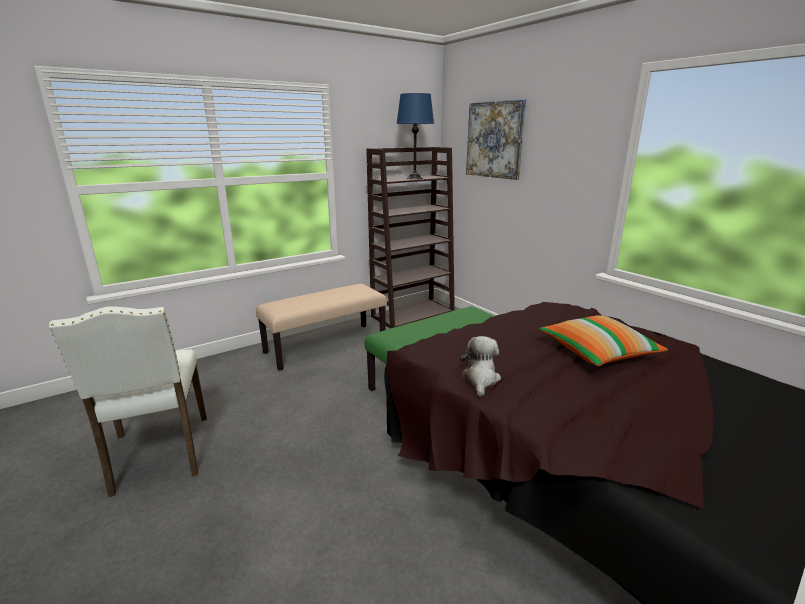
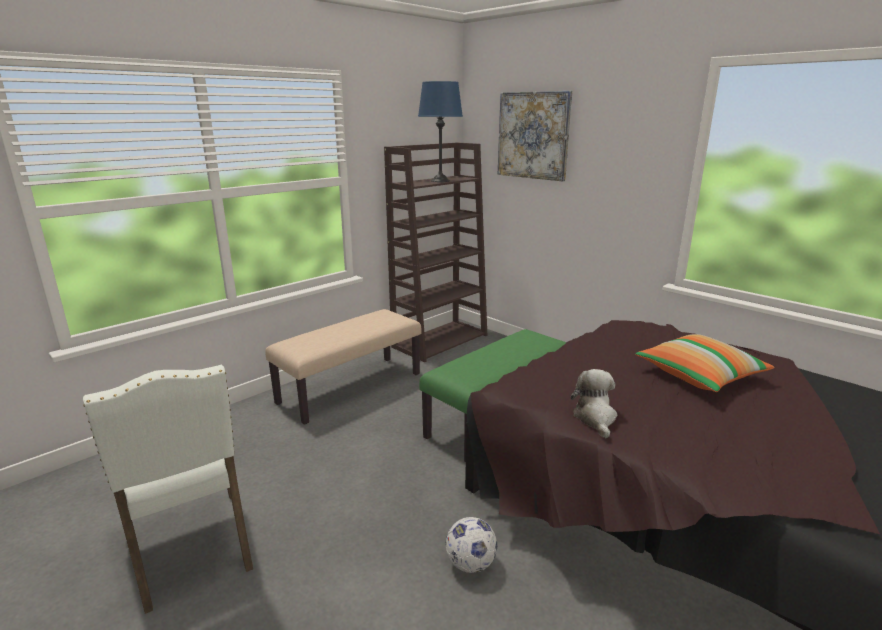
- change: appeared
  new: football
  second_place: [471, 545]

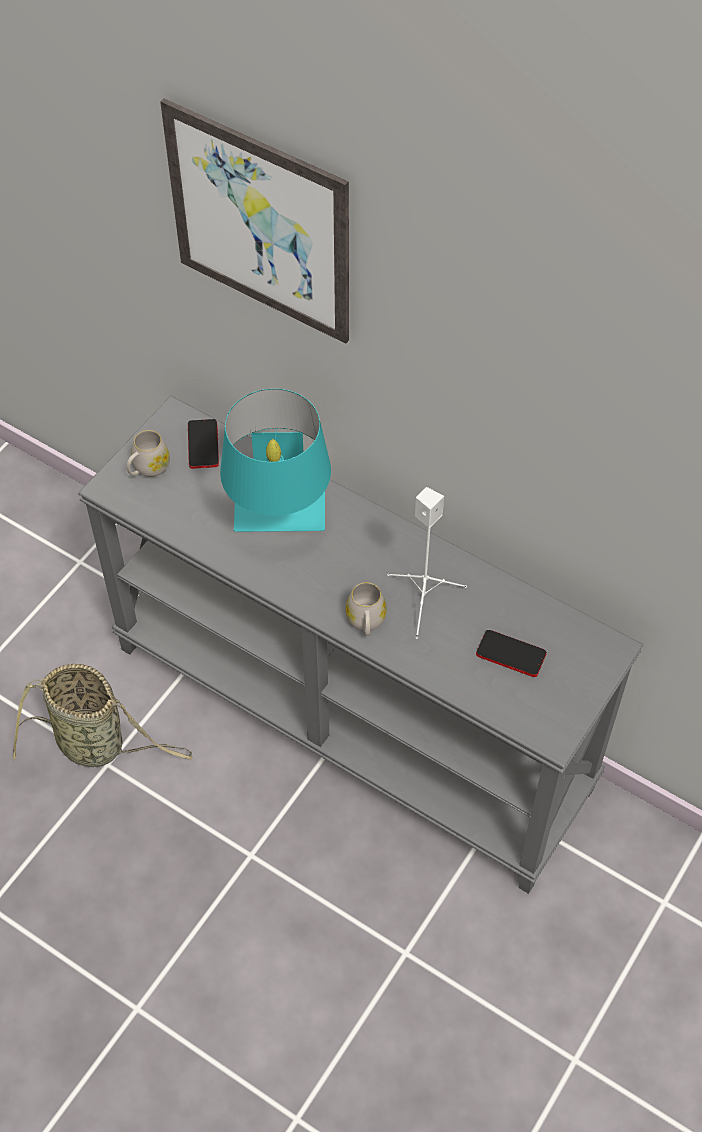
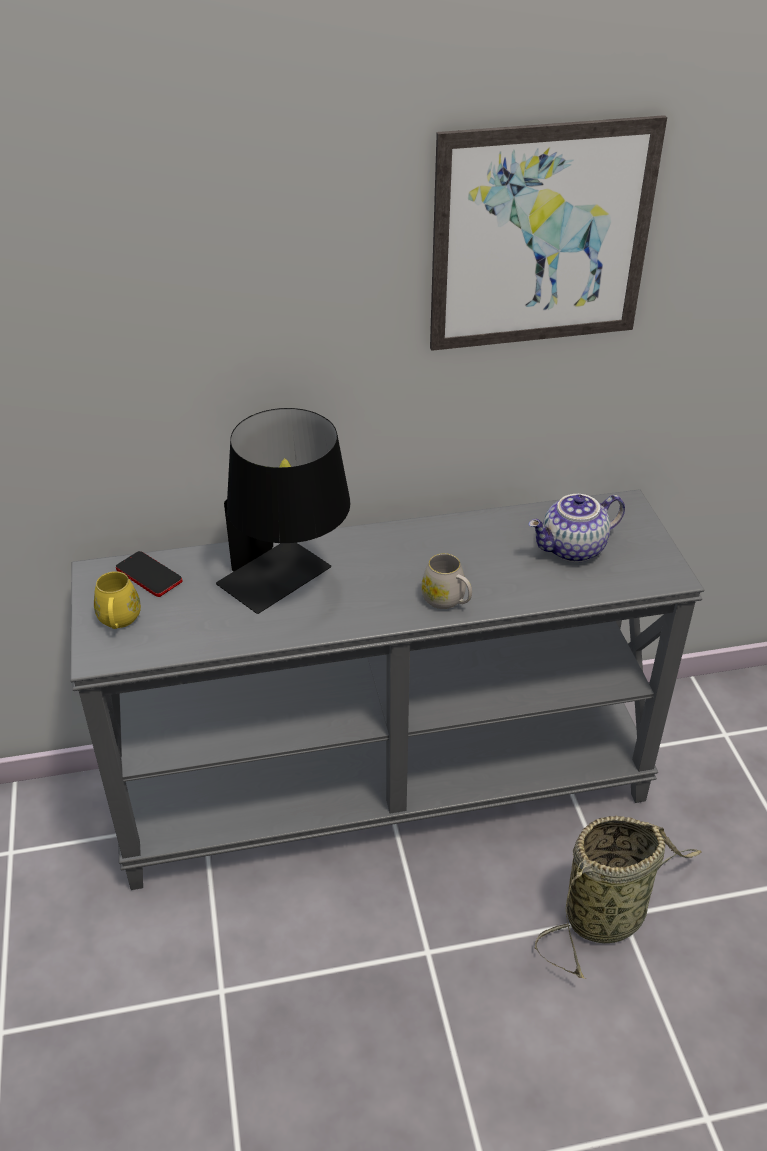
- change: relocated
  old: picture
  first_place: [254, 221]
  second_place: [548, 233]
- change: colour
  old: turquoise-coloured_lamp_for_a_table
  new: blackish_lamp_for_a_table
  first_place: [275, 460]
  second_place: [283, 511]
- change: colour
  old: white-coloured_tea_mug
  new: yellowish_tea_mug
  first_place: [148, 453]
  second_place: [117, 600]
- change: missing
  old: white-coloured_speaker
  first_place: [427, 563]
- change: exchanged
  old: phone
  new: teapot
  first_place: [511, 653]
  second_place: [576, 528]
- change: relocated
  old: storage_basket
  first_place: [102, 715]
  second_place: [618, 897]

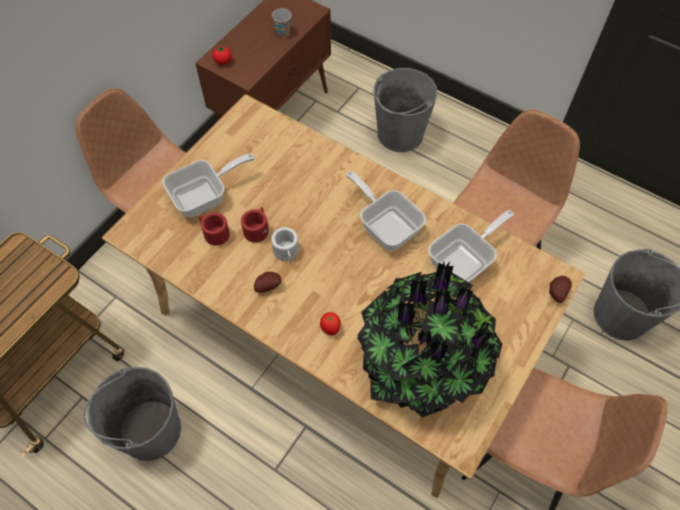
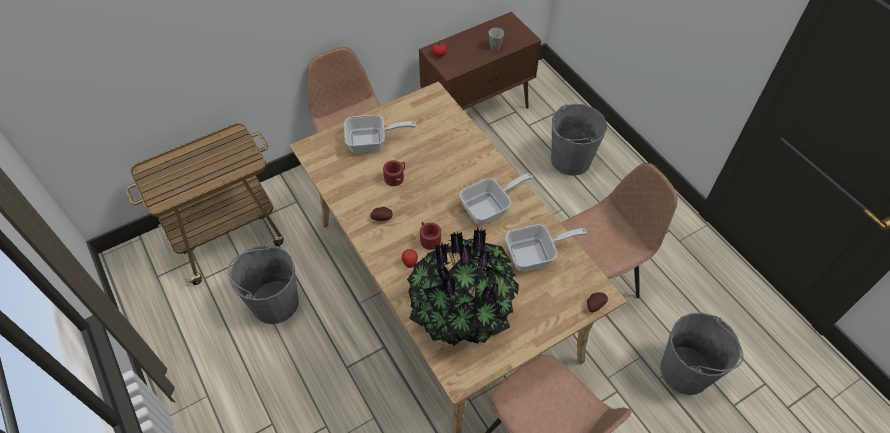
- change: spun
  old: pan
  first_place: [386, 211]
  second_place: [496, 199]
  degrees: 75
- change: relocated
  old: reddish_tea_mug
  first_place: [214, 229]
  second_place: [430, 236]
- change: missing
  old: white-coloured_tea_mug
  first_place: [285, 245]

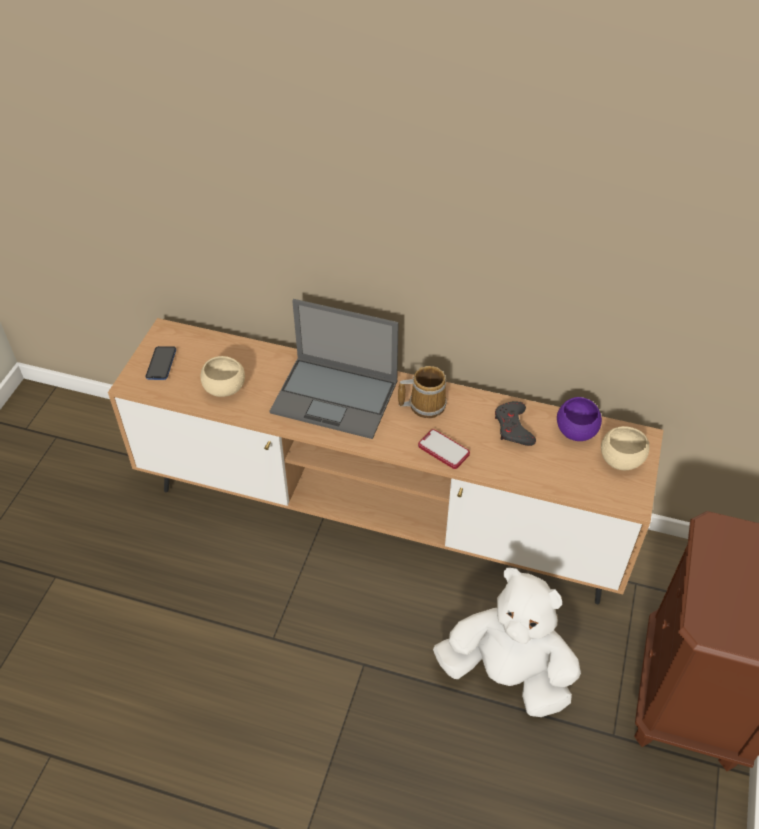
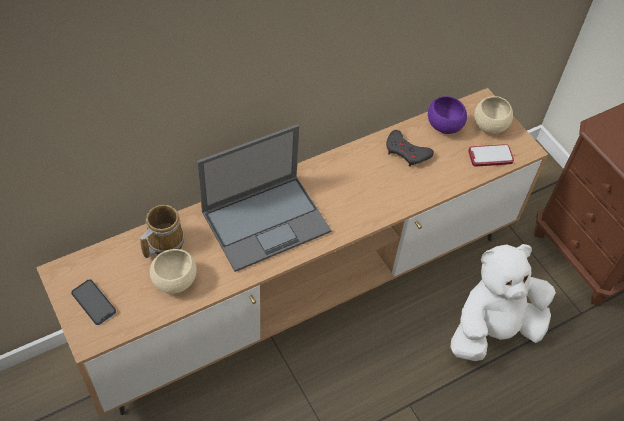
- change: relocated
  old: tea_mug
  first_place: [422, 392]
  second_place: [162, 232]
- change: relocated
  old: phone
  first_place: [444, 449]
  second_place: [491, 155]

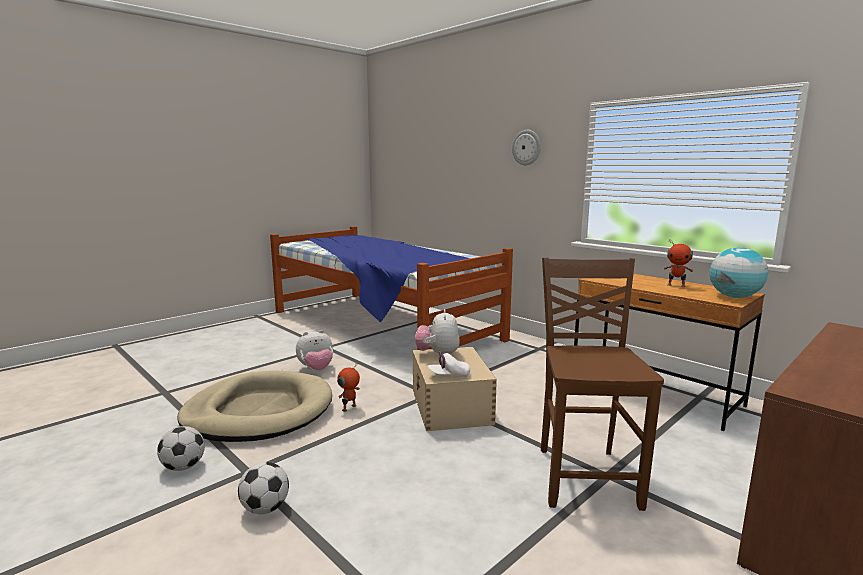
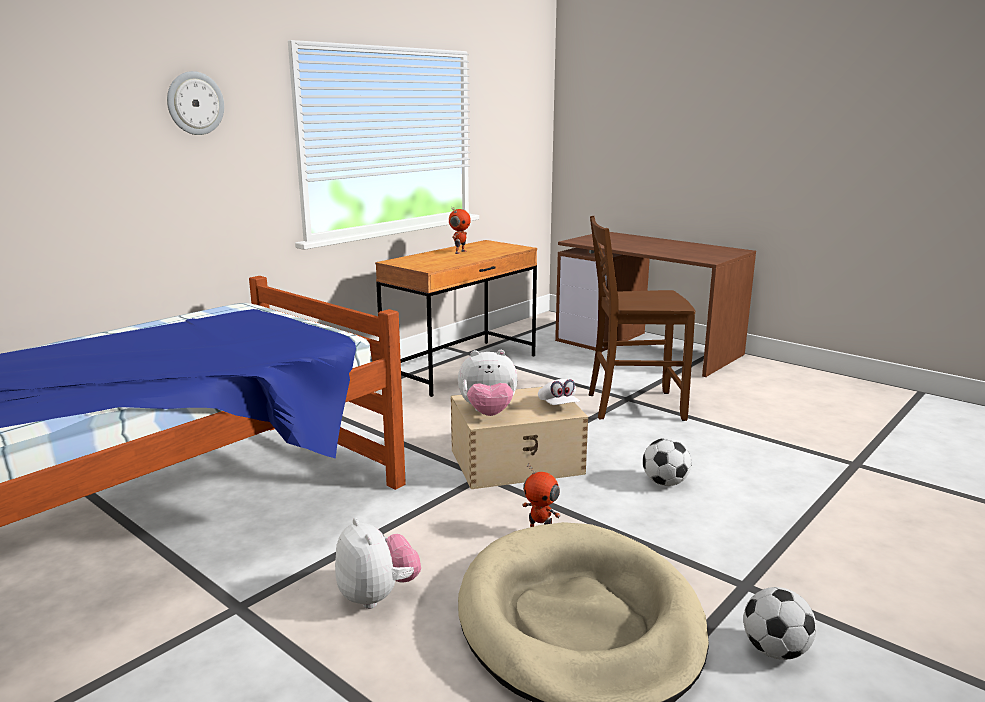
- change: missing
  old: globe
  first_place: [738, 272]
- change: relocated
  old: football
  first_place: [263, 488]
  second_place: [667, 462]

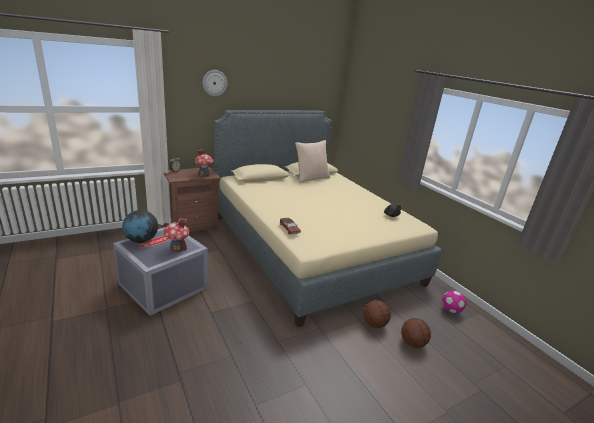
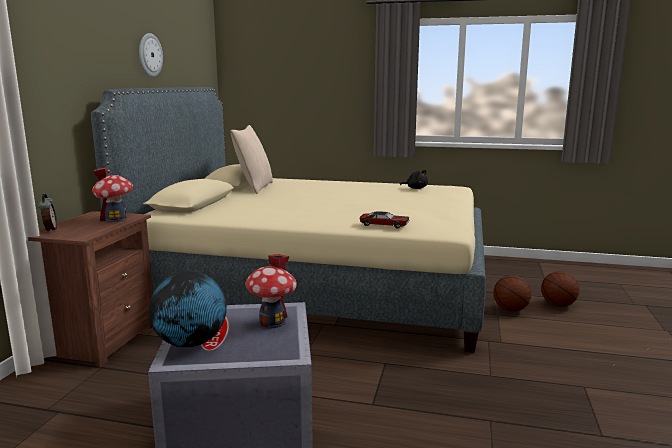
- change: relocated
  old: wall_clock
  first_place: [215, 83]
  second_place: [151, 55]
- change: missing
  old: football
  first_place: [454, 301]

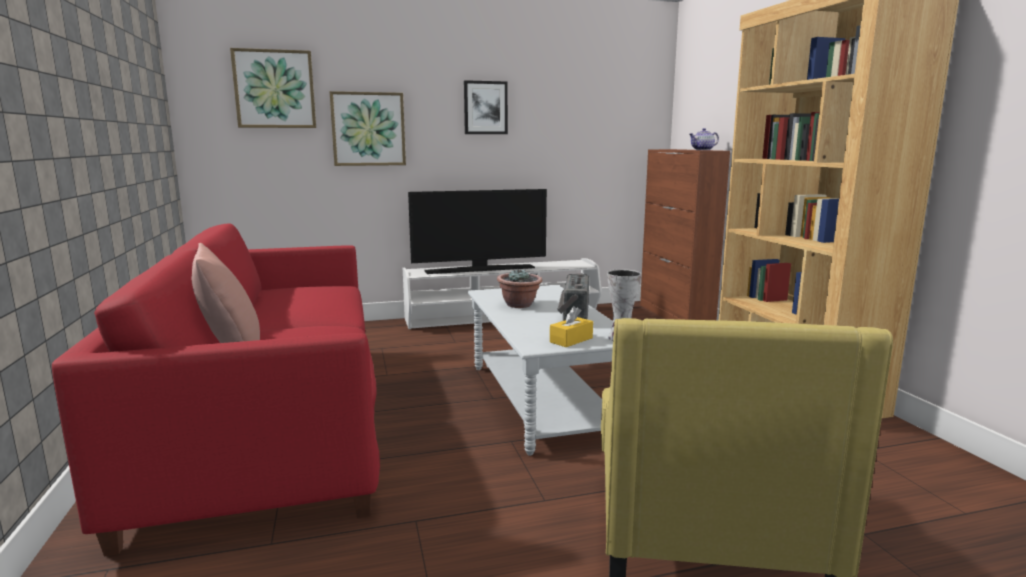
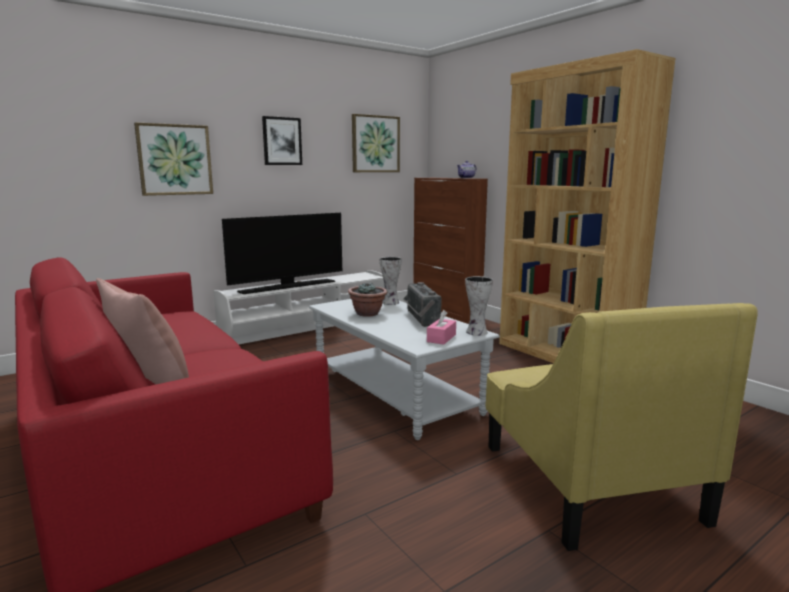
- change: relocated
  old: picture
  first_place: [273, 88]
  second_place: [376, 143]
- change: colour
  old: yellowish_tissue_holder
  new: pink-coloured_tissue_holder
  first_place: [571, 326]
  second_place: [441, 327]
- change: appeared
  new: flower_vase
  second_place: [391, 281]

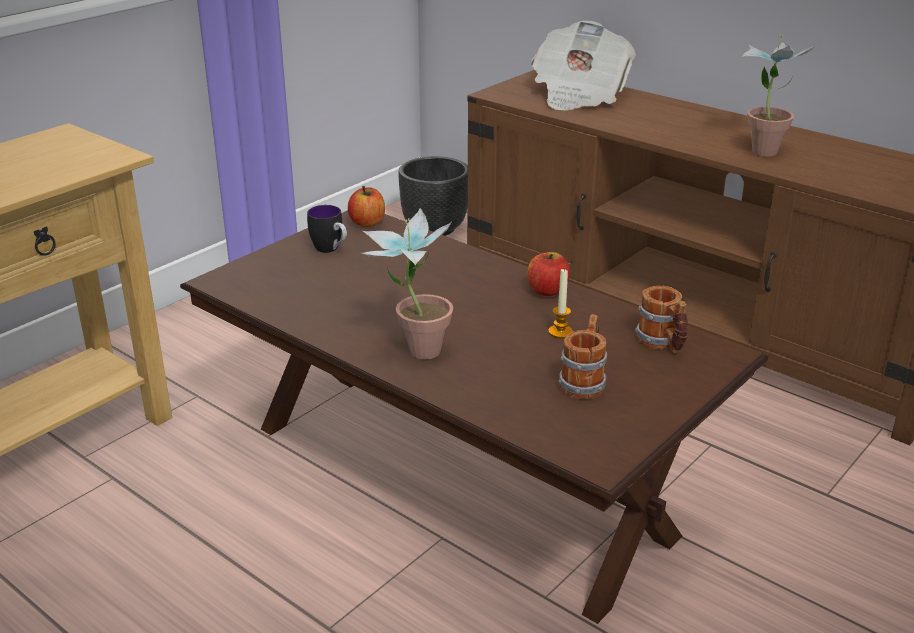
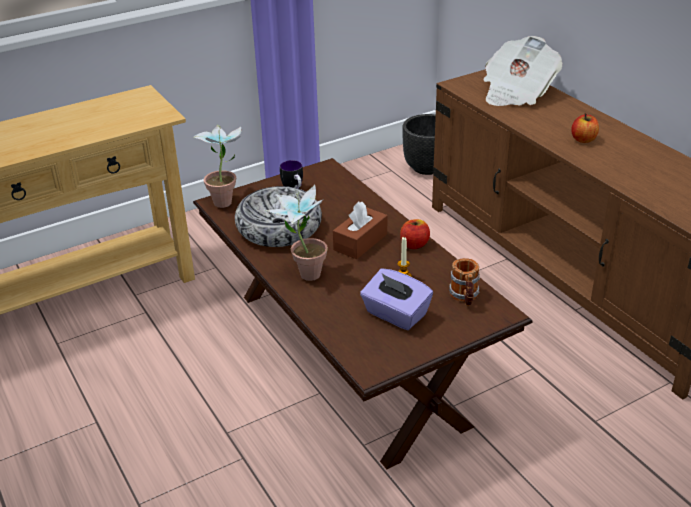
- change: relocated
  old: potted_plant
  first_place: [779, 95]
  second_place: [217, 166]
- change: relocated
  old: whole_apple
  first_place: [366, 206]
  second_place: [585, 128]
- change: exchanged
  old: tea_mug
  new: purplish_tissue_holder
  first_place: [582, 356]
  second_place: [396, 299]
- change: appeared
  new: serving_bowl
  second_place: [278, 216]
- change: appeared
  new: brown-coloured_tissue_holder
  second_place: [360, 230]

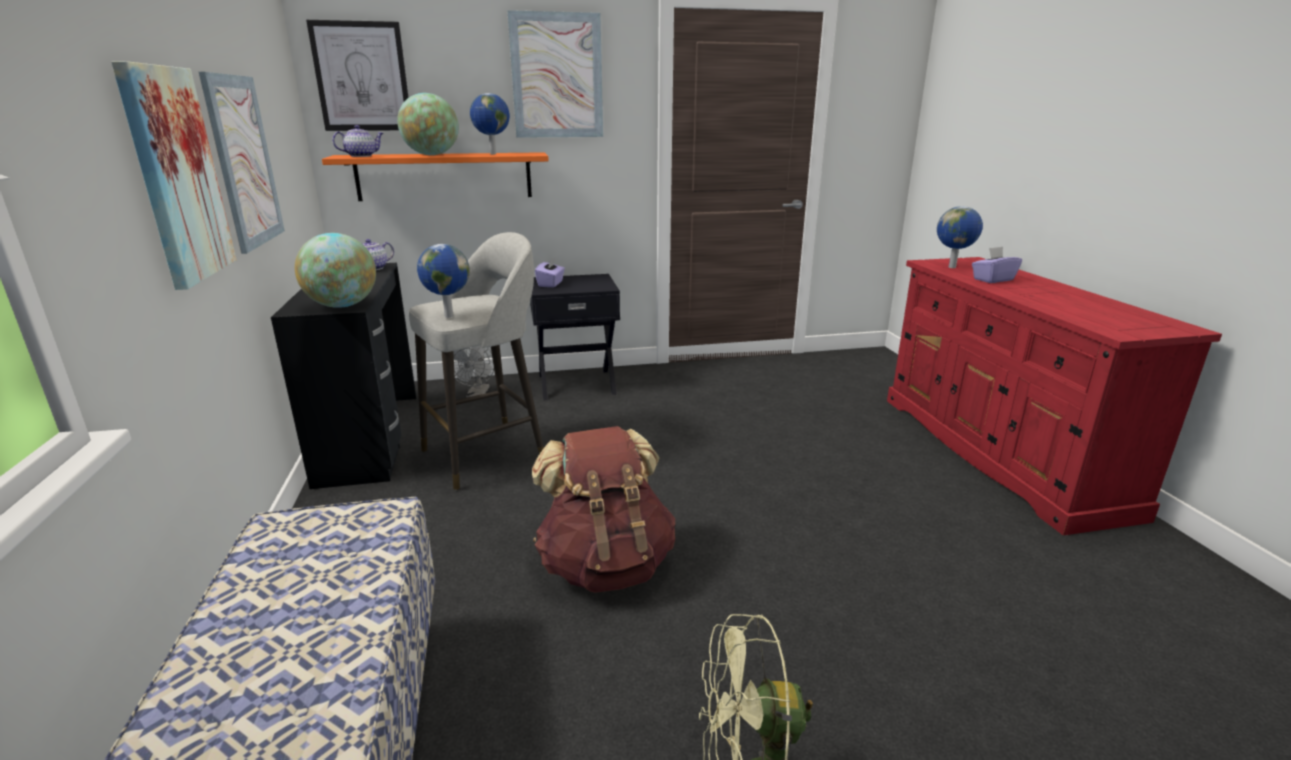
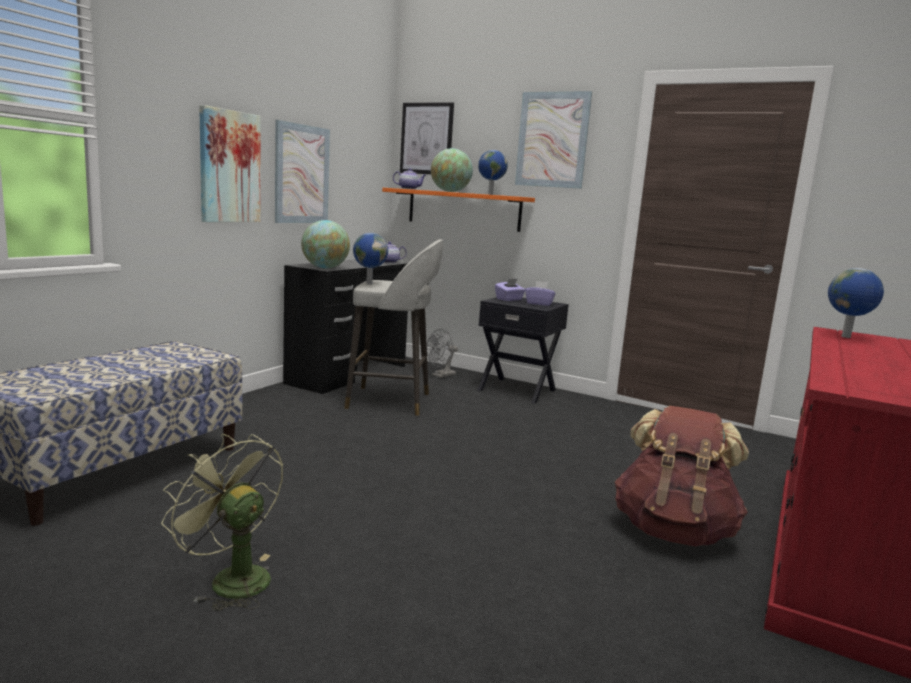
- change: relocated
  old: purplish_tissue_holder
  first_place: [997, 264]
  second_place: [540, 293]
- change: relocated
  old: brown-coloured_knapsack
  first_place: [603, 509]
  second_place: [682, 476]

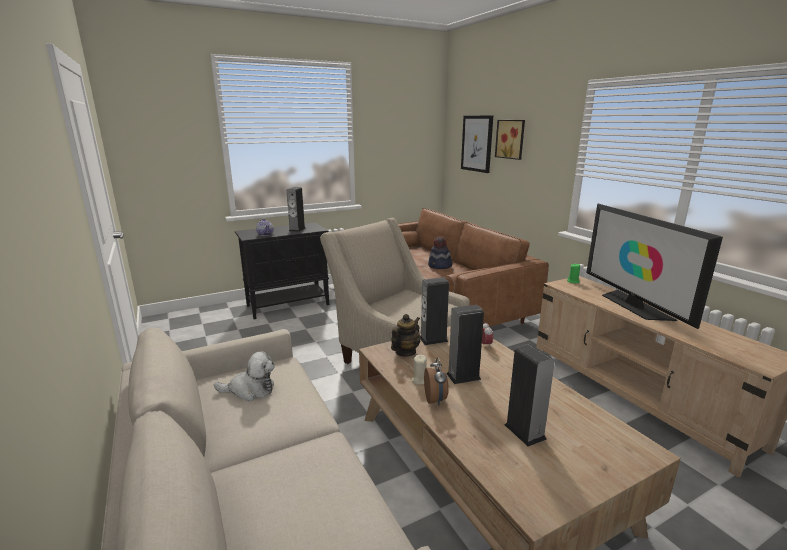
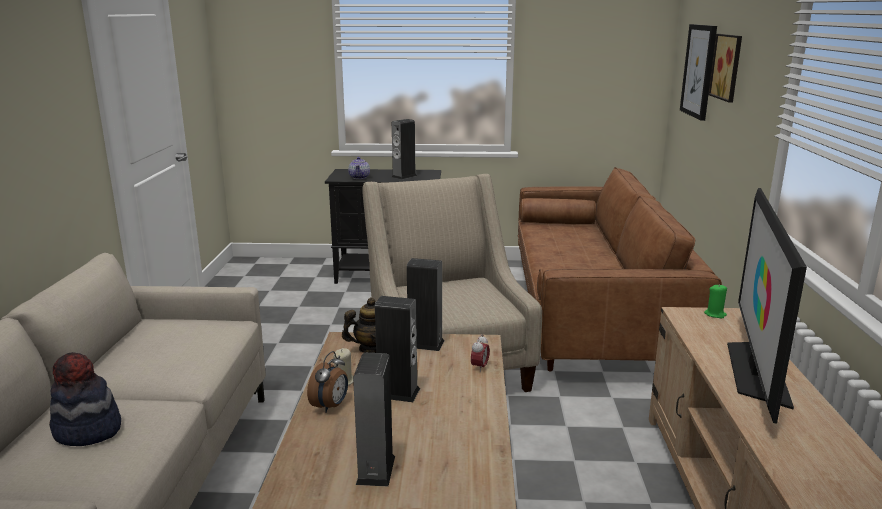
- change: relocated
  old: wearable_hat
  first_place: [440, 253]
  second_place: [85, 399]
- change: missing
  old: plush_toy
  first_place: [244, 376]

